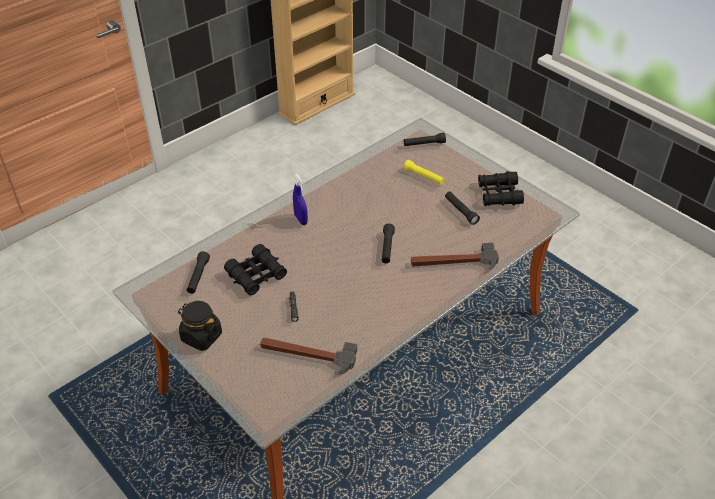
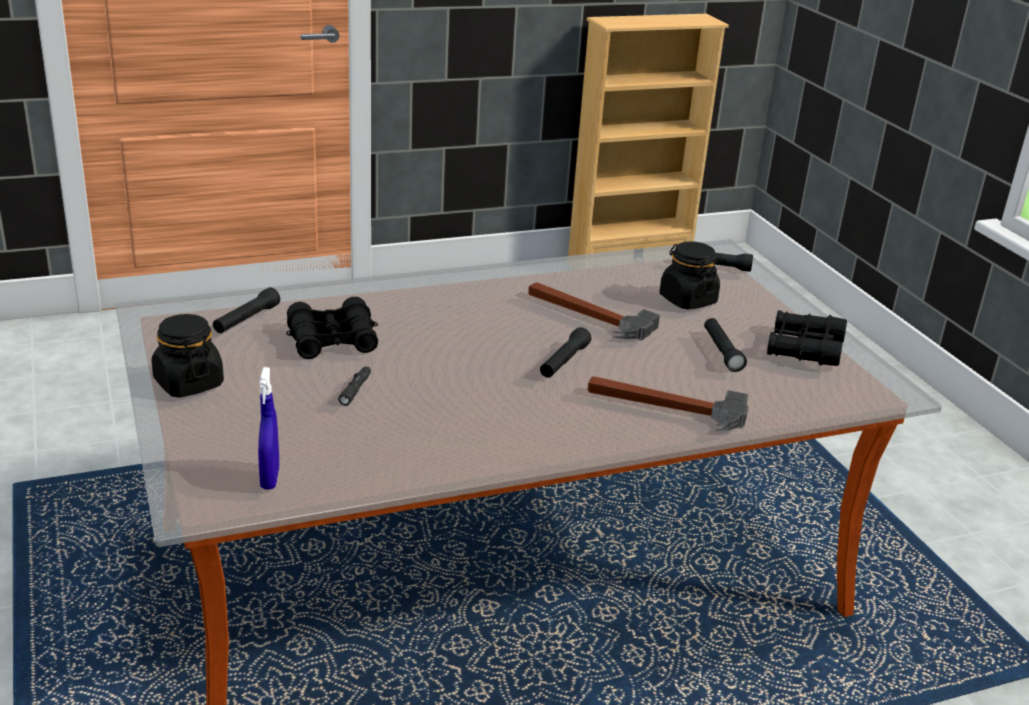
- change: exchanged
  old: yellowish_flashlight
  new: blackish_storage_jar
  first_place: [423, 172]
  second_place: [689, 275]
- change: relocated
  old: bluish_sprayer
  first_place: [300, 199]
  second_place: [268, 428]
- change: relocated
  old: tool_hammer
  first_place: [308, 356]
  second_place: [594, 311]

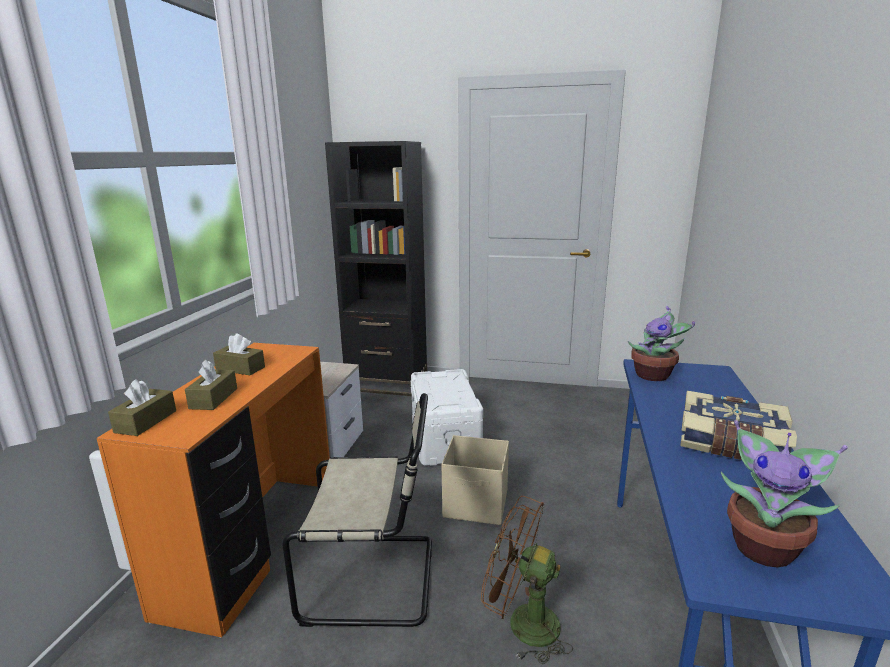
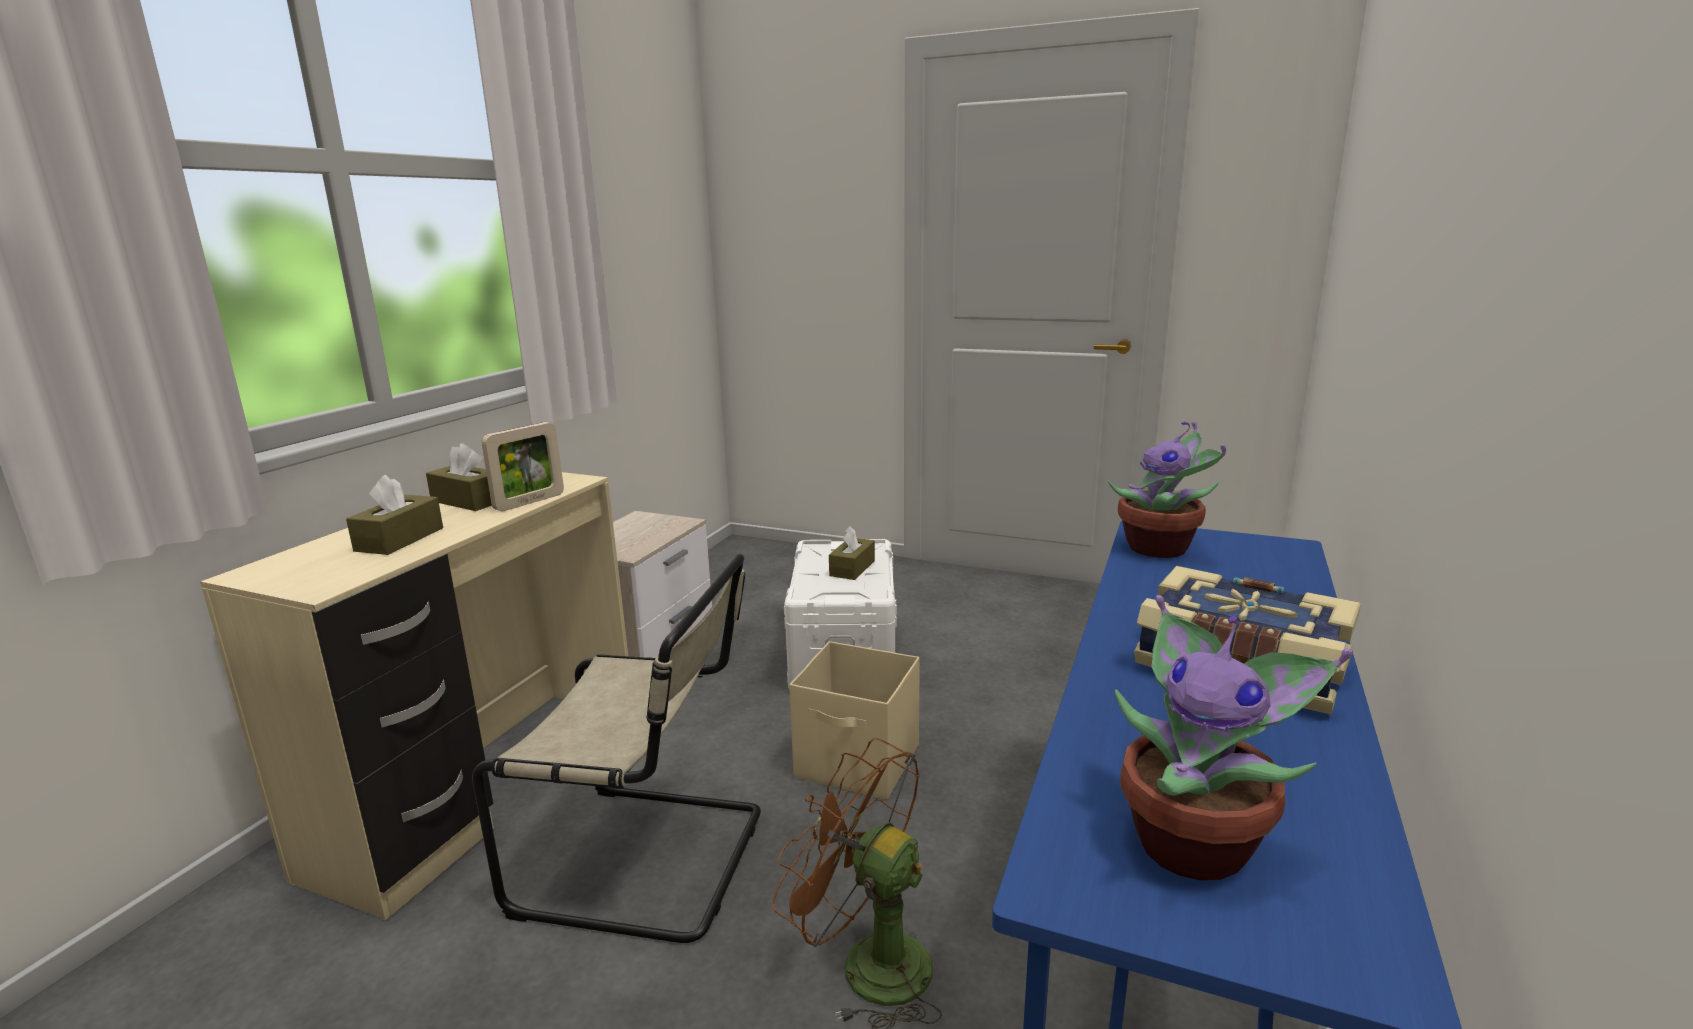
- change: missing
  old: blackish_shelving_unit
  first_place: [376, 268]
- change: colour
  old: orangey_desk_table
  new: beige-coloured_desk_table
  first_place: [213, 490]
  second_place: [414, 696]
- change: relocated
  old: brown-coloured_tissue_holder
  first_place: [142, 407]
  second_place: [852, 553]
- change: appeared
  new: picture_frame
  second_place: [523, 466]

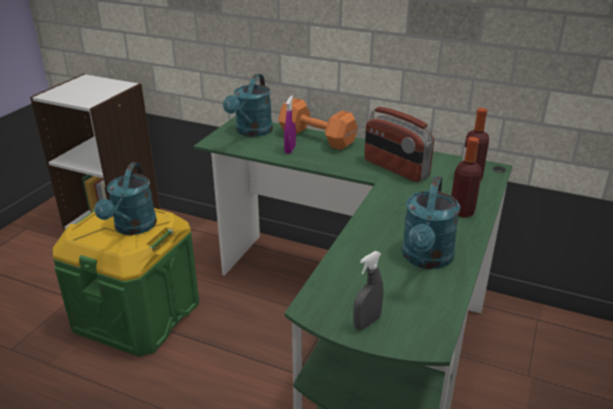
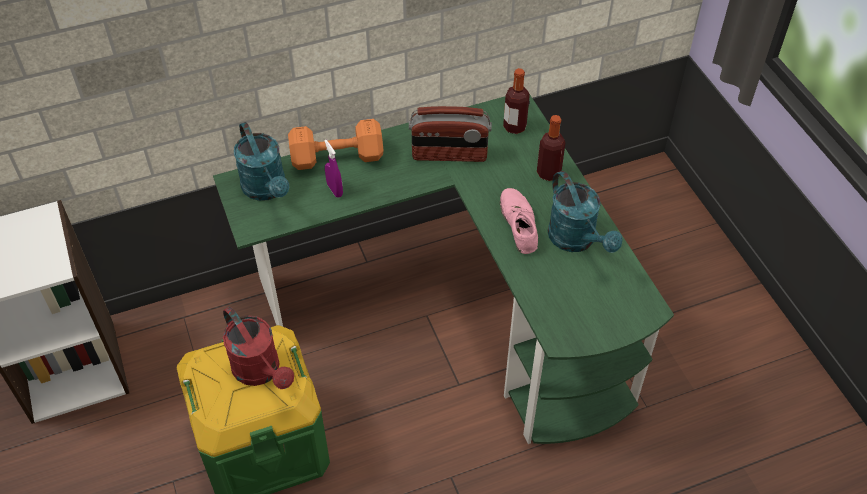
- change: colour
  old: turquoise-coloured_watering_can
  new: reddish_watering_can
  first_place: [125, 199]
  second_place: [258, 348]
- change: missing
  old: grey_sprayer
  first_place: [368, 290]
- change: appeared
  new: pink-coloured_item_of_footwear
  second_place: [519, 221]

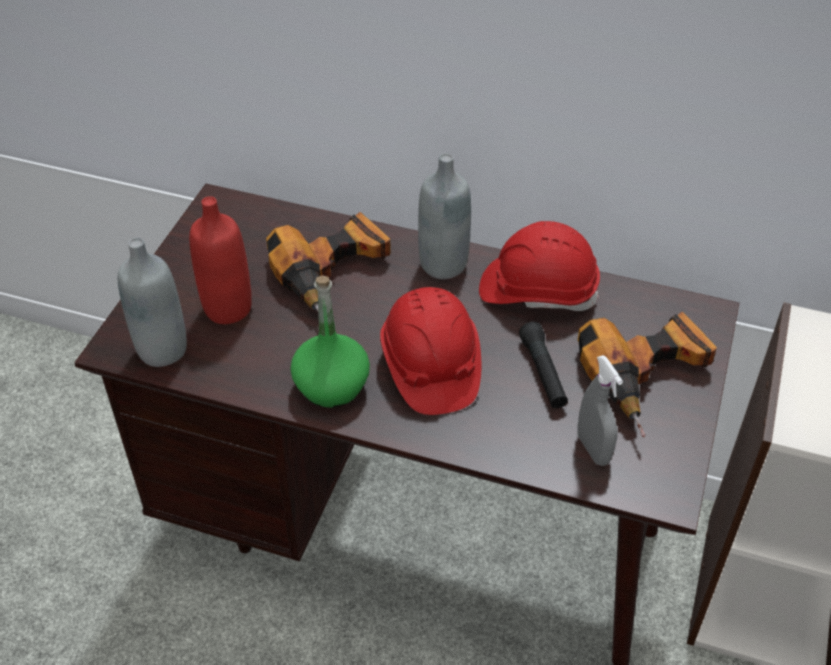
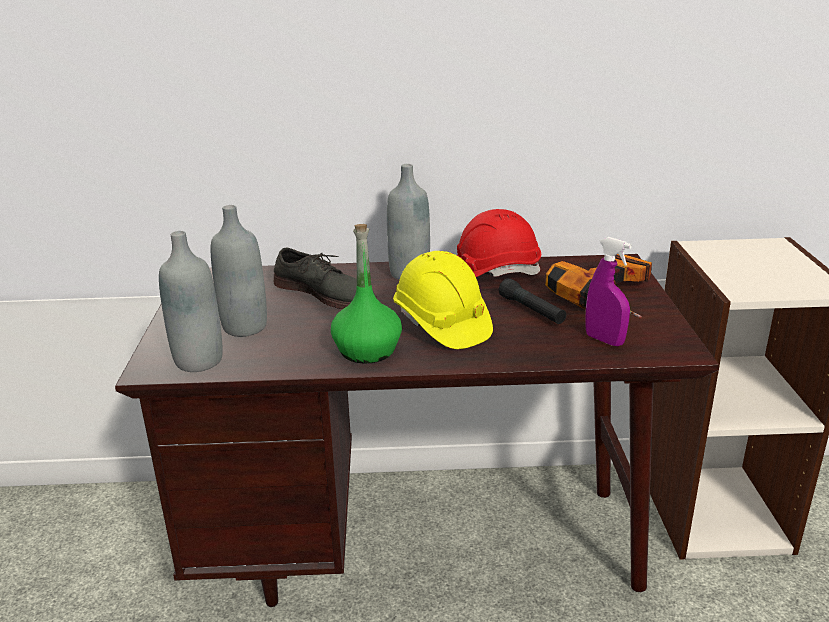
- change: colour
  old: reddish_bottle
  new: grey_bottle
  first_place: [220, 260]
  second_place: [239, 271]
- change: exchanged
  old: power_drill
  new: grey_item_of_footwear
  first_place: [328, 261]
  second_place: [325, 278]
- change: colour
  old: reddish_safety_helmet
  new: yellowish_safety_helmet
  first_place: [430, 351]
  second_place: [443, 300]
- change: colour
  old: grey_sprayer
  new: purplish_sprayer
  first_place: [600, 410]
  second_place: [608, 291]

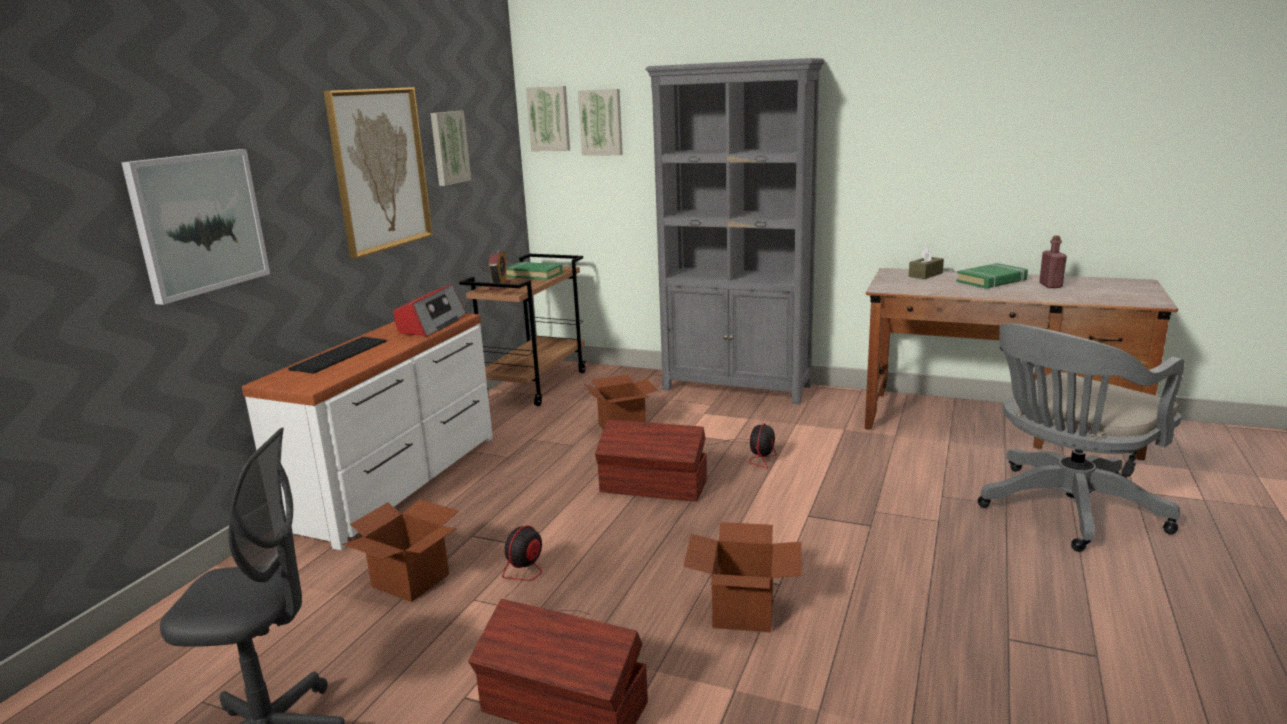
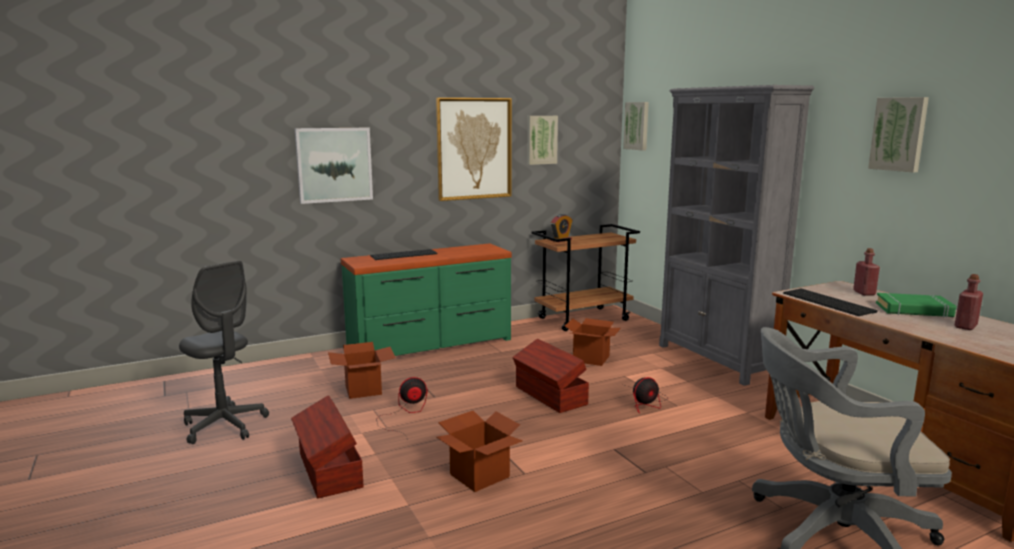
- change: relocated
  old: picture
  first_place: [600, 122]
  second_place: [898, 135]
- change: exchanged
  old: brown-coloured_tissue_holder
  new: reddish_bottle
  first_place: [926, 262]
  second_place: [866, 272]
- change: missing
  old: green-coloured_bound_book
  first_place: [534, 270]
- change: missing
  old: radio
  first_place: [430, 310]
- change: colour
  old: white-coloured_dresser
  new: green-coloured_dresser
  first_place: [367, 431]
  second_place: [426, 299]
- change: appeared
  new: keyboard
  second_place: [830, 302]

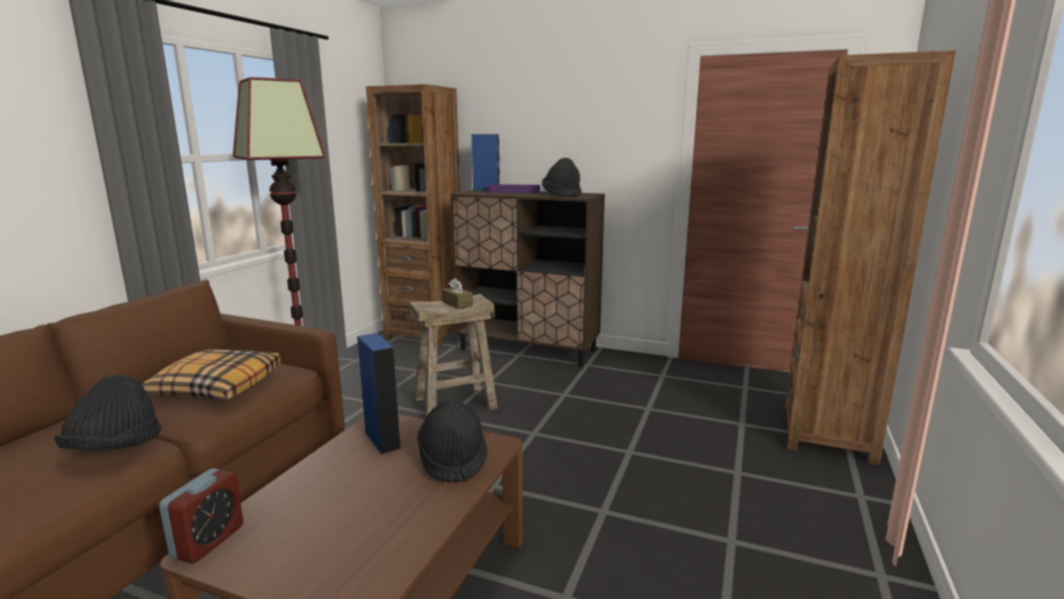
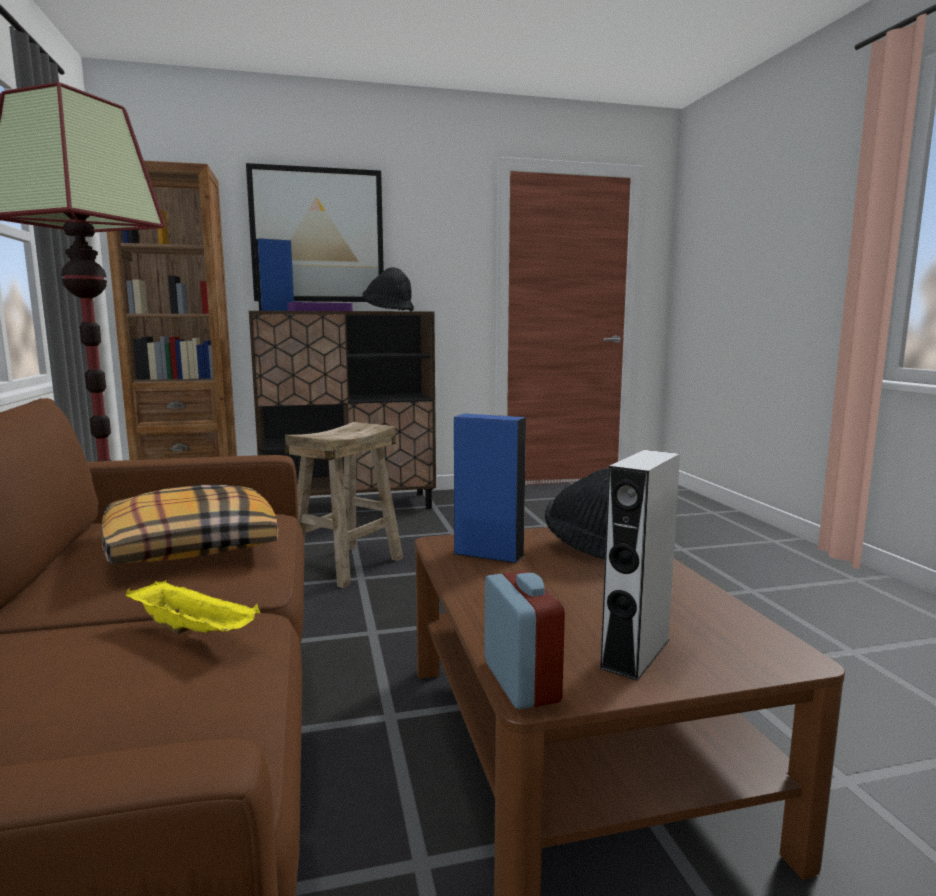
- change: missing
  old: brown-coloured_shelving_unit
  first_place: [870, 257]
- change: missing
  old: brown-coloured_tissue_holder
  first_place: [457, 293]
- change: exchanged
  old: blackish_wearable_hat
  new: yellowish_serving_tray
  first_place: [108, 412]
  second_place: [193, 607]
- change: appeared
  new: picture
  second_place: [315, 232]
- change: appeared
  new: grey_speaker
  second_place: [639, 565]

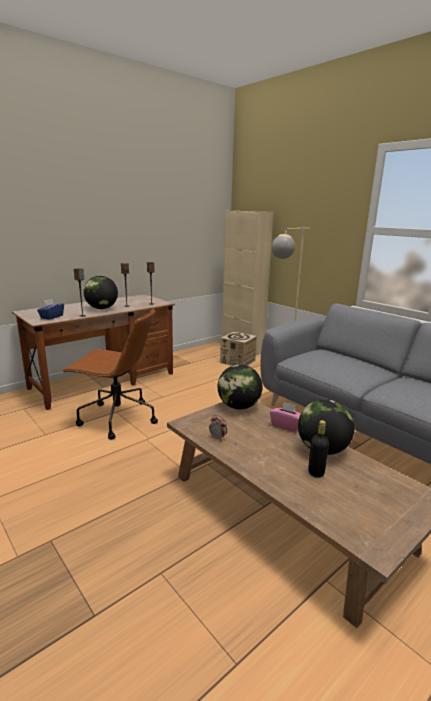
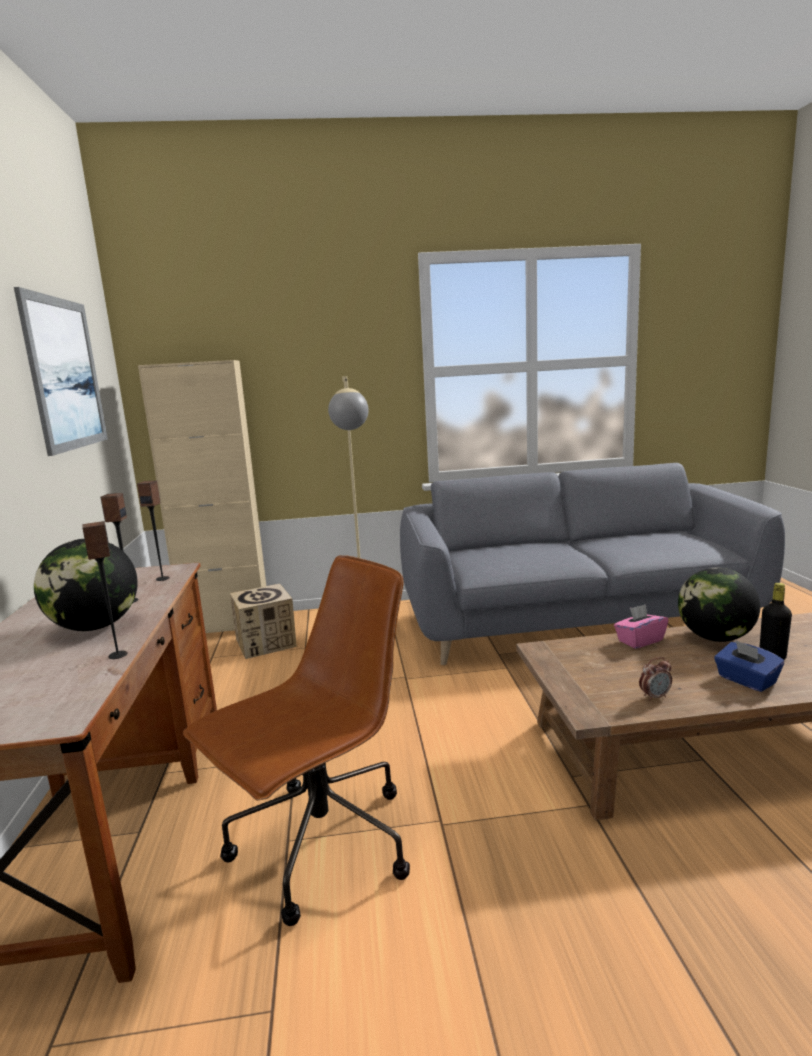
- change: relocated
  old: bluish_tissue_holder
  first_place: [50, 309]
  second_place: [749, 666]
- change: missing
  old: globe
  first_place: [240, 386]
- change: appeared
  new: picture
  second_place: [61, 371]

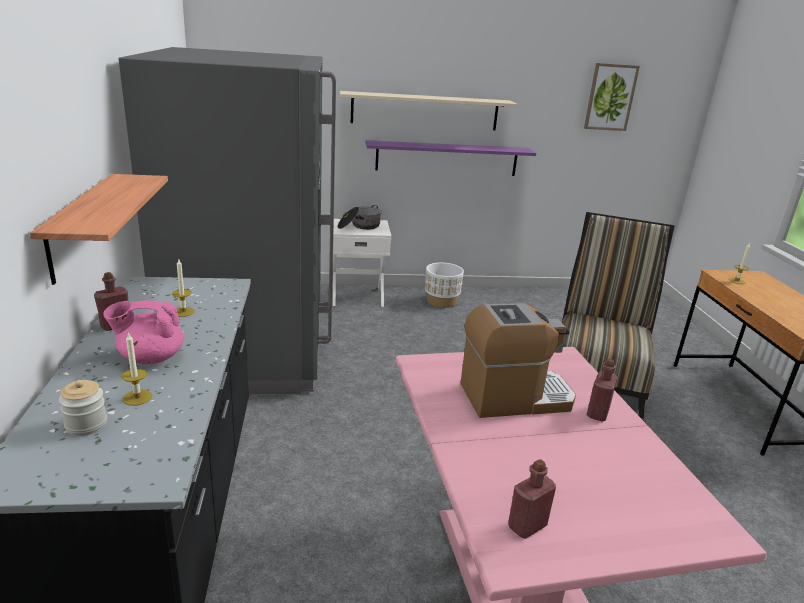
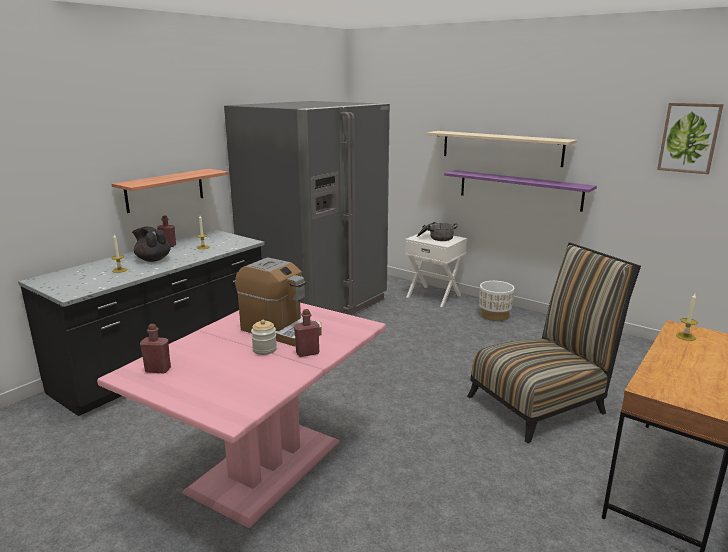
- change: colour
  old: pink-coloured_teapot
  new: blackish_teapot
  first_place: [143, 332]
  second_place: [151, 244]
- change: relocated
  old: storage_jar
  first_place: [83, 408]
  second_place: [264, 337]

